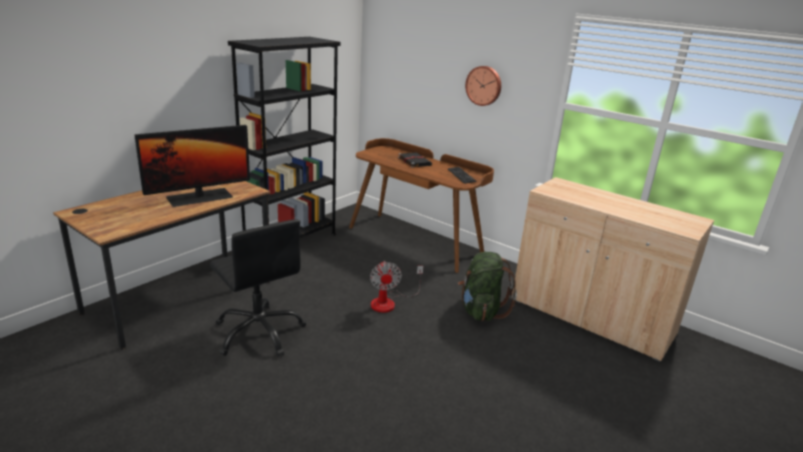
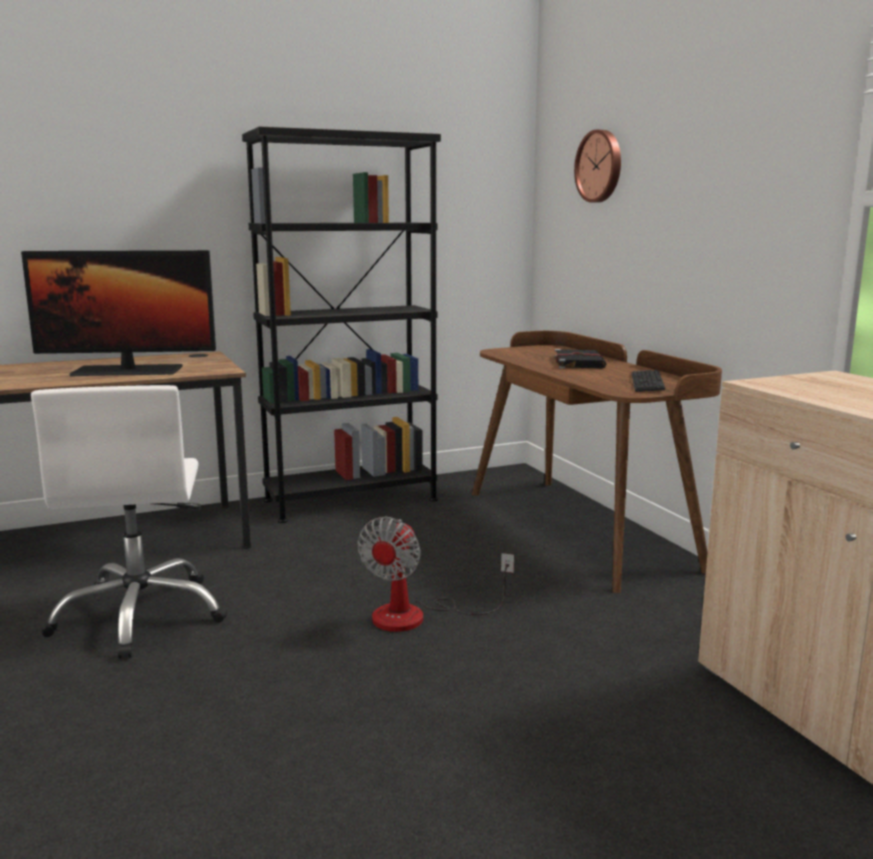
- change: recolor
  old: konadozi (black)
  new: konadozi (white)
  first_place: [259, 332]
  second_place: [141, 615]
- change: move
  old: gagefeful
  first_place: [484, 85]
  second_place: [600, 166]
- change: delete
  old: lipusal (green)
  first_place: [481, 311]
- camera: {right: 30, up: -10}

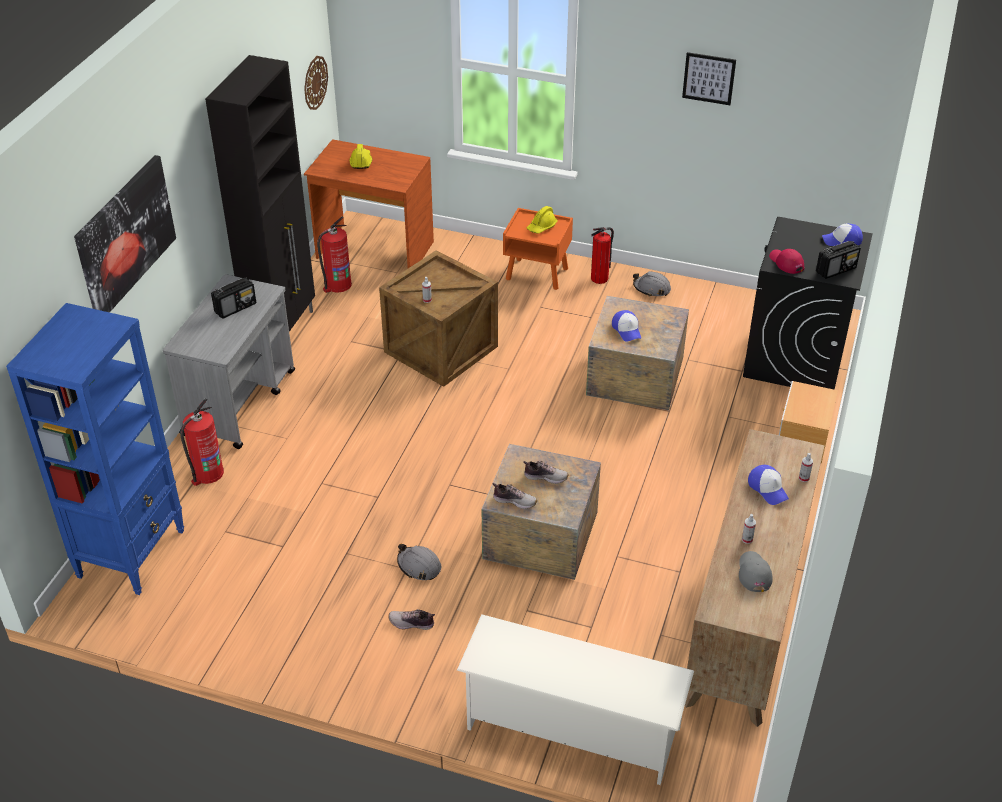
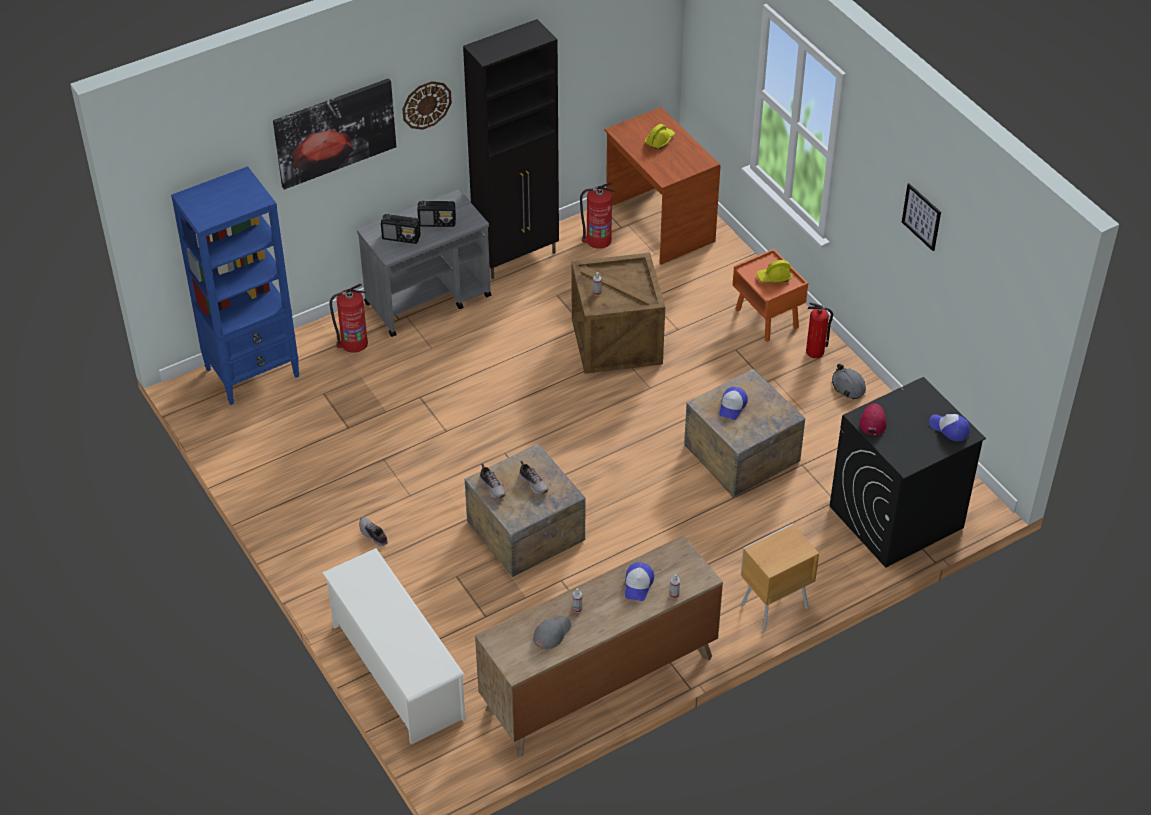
- change: move
  old: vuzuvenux
  first_place: [836, 270]
  second_place: [401, 237]
- change: move
  old: gagefeful
  first_place: [315, 82]
  second_place: [426, 104]
- change: delete
  old: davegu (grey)
  first_place: [419, 566]
- camera: {right: 40, up: 5}

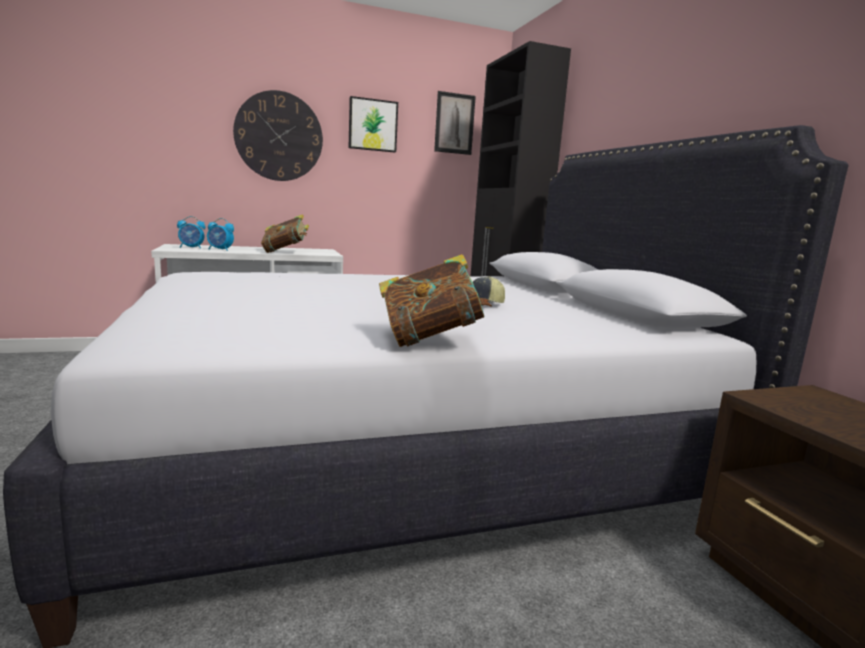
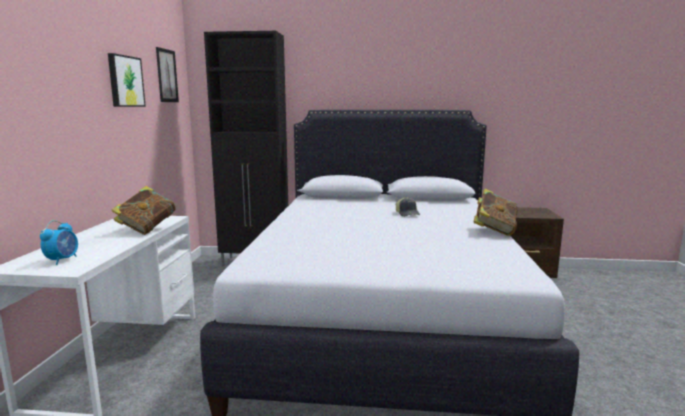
- change: delete
  old: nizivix
  first_place: [220, 250]
- change: delete
  old: gagefeful
  first_place: [279, 136]
- camera: {right: -65, up: 0}

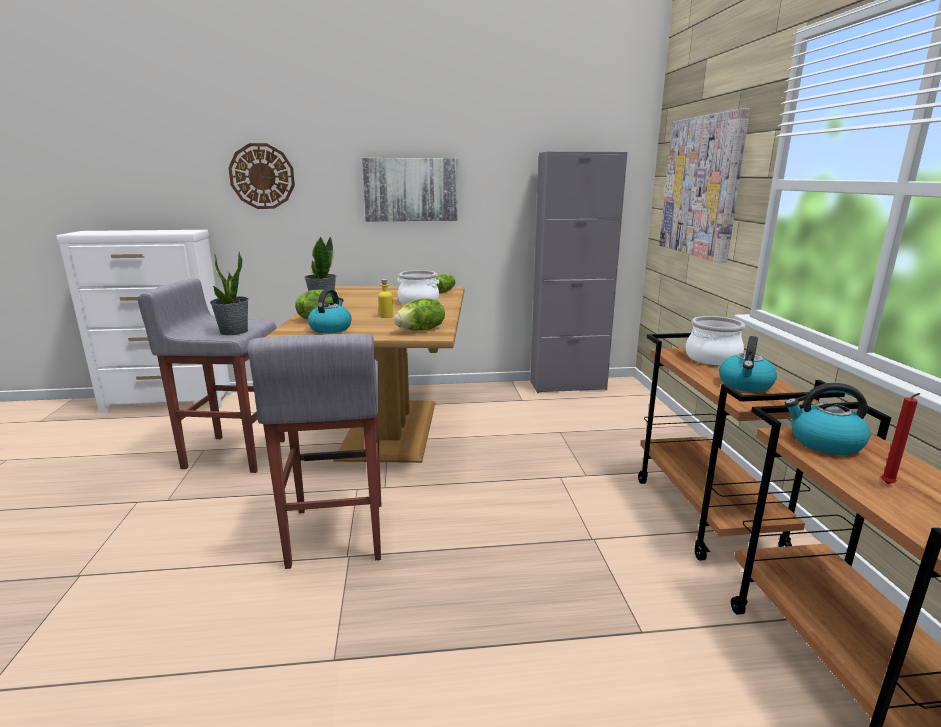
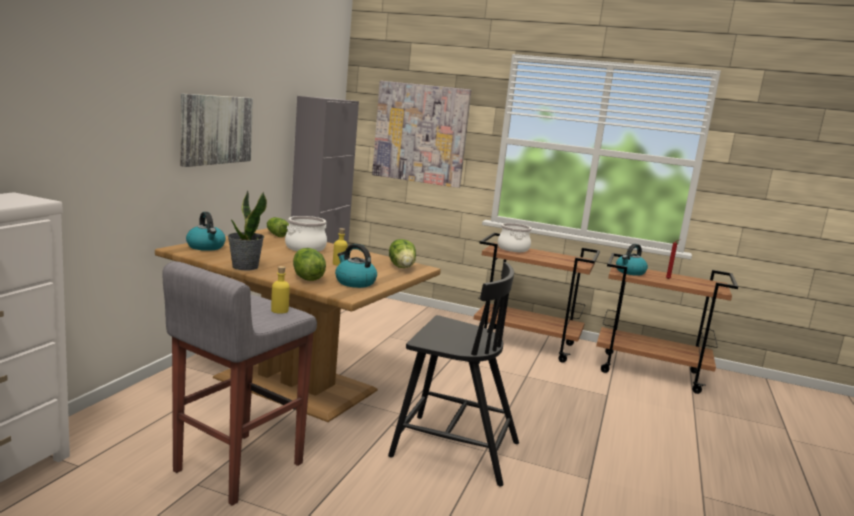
- change: move
  old: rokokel
  first_place: [745, 385]
  second_place: [206, 247]
- change: replace
  old: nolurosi
  new: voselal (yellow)
  first_place: [234, 332]
  second_place: [279, 310]
- change: replace
  old: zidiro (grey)
  new: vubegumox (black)
  first_place: [335, 534]
  second_place: [453, 448]
- change: delete
  old: gagefeful
  first_place: [262, 176]
- camera: {right: -65, up: -5}

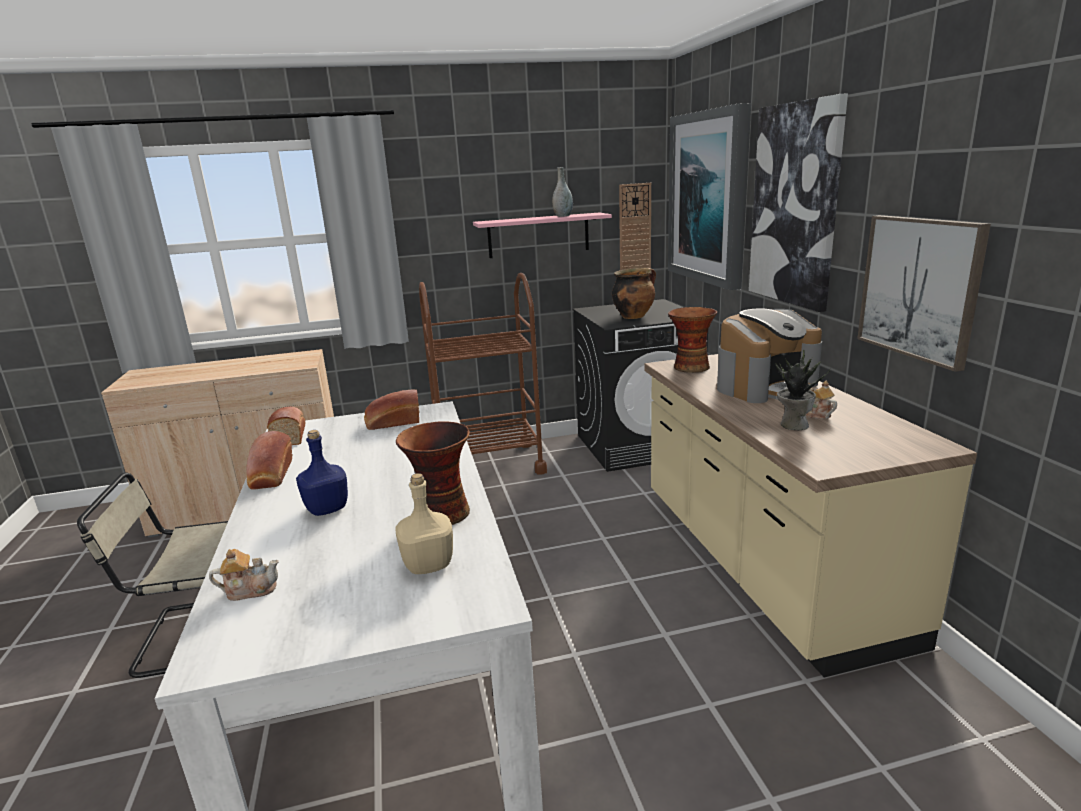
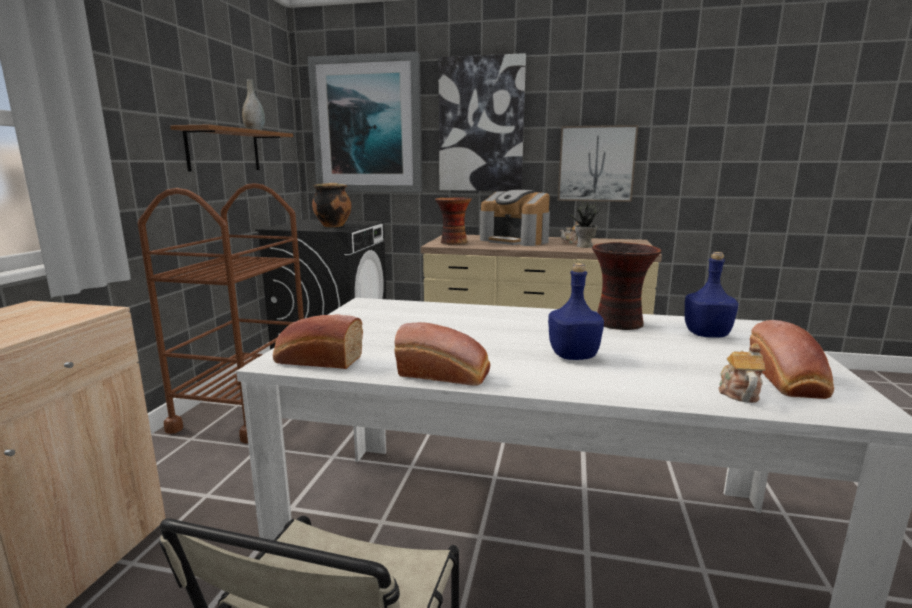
- change: recolor
  old: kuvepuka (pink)
  new: kuvepuka (brown)
  first_place: [538, 235]
  second_place: [224, 150]
- change: rotate
  old: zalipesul
  first_place: [765, 385]
  second_place: [515, 240]
  degrees: 135
- change: recolor
  old: voselal (beige)
  new: voselal (blue)
  first_place: [427, 565]
  second_place: [707, 334]
- change: move
  old: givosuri
  first_place: [392, 423]
  second_place: [788, 381]
- change: delete
  old: gagefeful
  first_place: [634, 229]
- camera: {right: -65, up: -5}

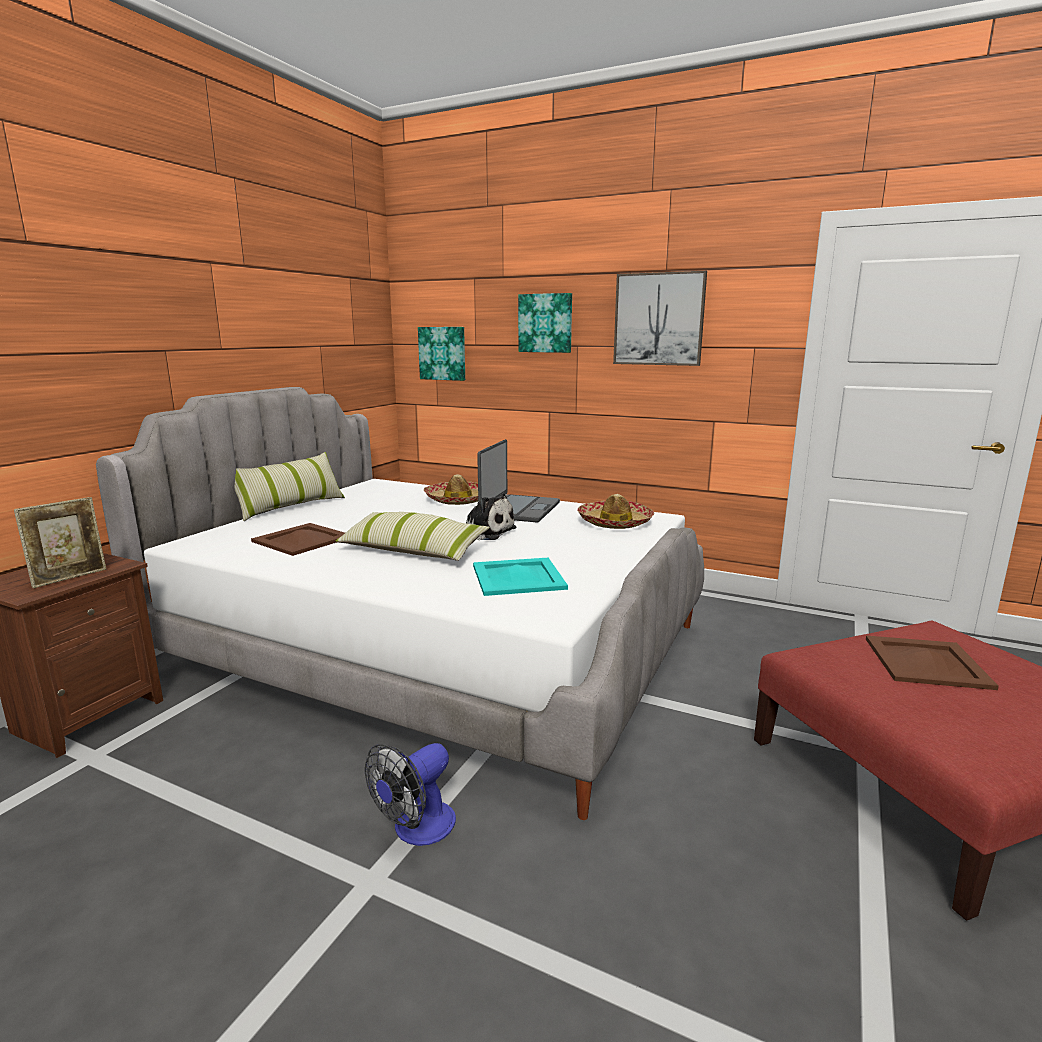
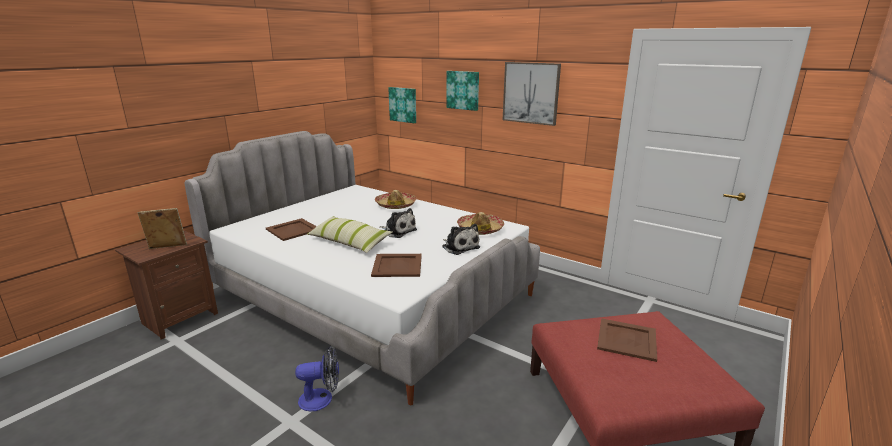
- change: rotate
  old: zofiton
  first_place: [70, 578]
  second_place: [167, 247]
  degrees: -150
- change: rotate
  old: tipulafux
  first_place: [416, 830]
  second_place: [322, 399]
  degrees: -150
- change: recolor
  old: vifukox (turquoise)
  new: vifukox (brown)
  first_place: [519, 577]
  second_place: [397, 266]
- change: insert
  new: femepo
  second_place: [459, 247]
- change: delete
  old: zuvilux
  first_place: [290, 507]
- change: delete
  old: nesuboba
  first_place: [519, 510]
- camera: {right: 10, up: 5}

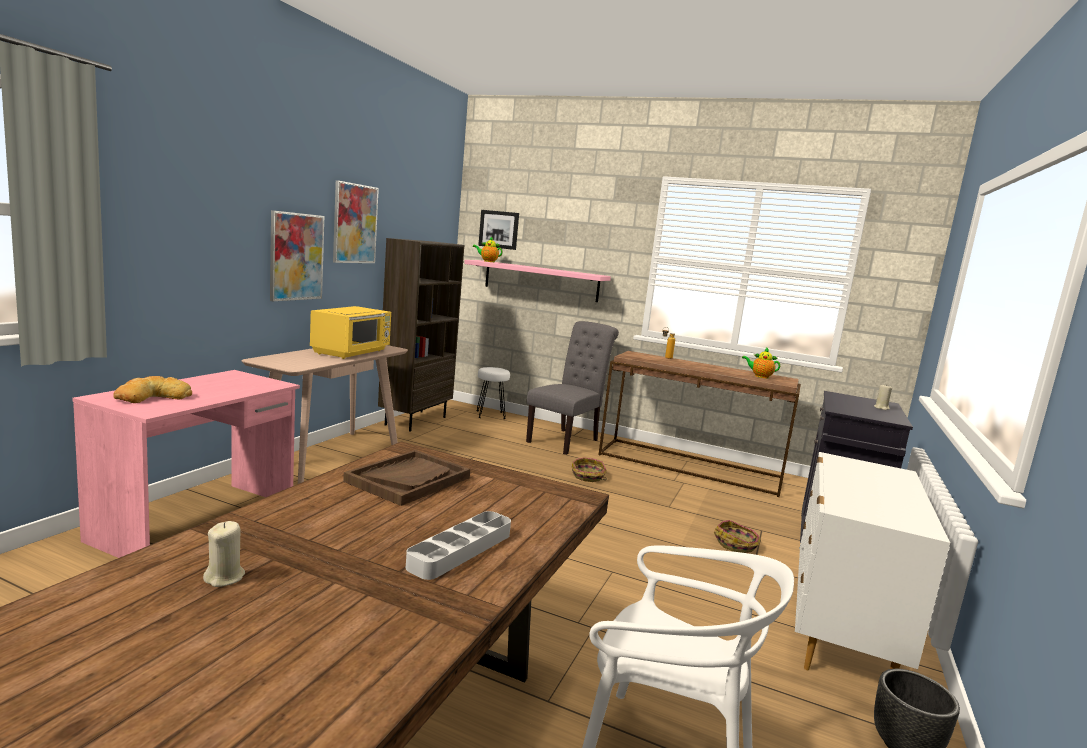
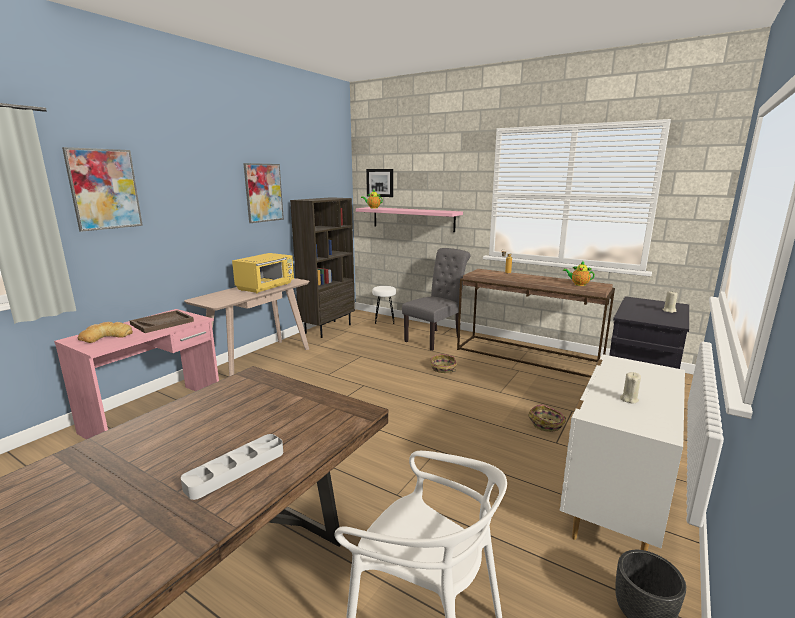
- change: move
  old: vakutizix
  first_place: [296, 256]
  second_place: [104, 189]
- change: move
  old: vifukox (brown)
  first_place: [408, 479]
  second_place: [162, 323]
- change: move
  old: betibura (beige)
  first_place: [225, 578]
  second_place: [629, 399]
- camera: {right: 10, up: 5}

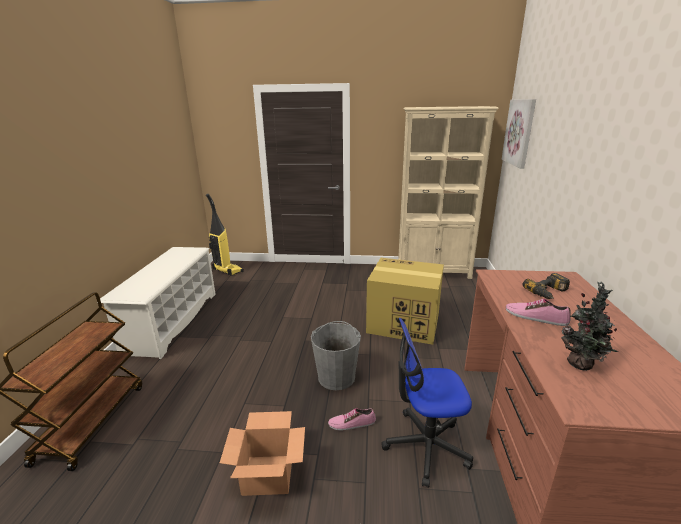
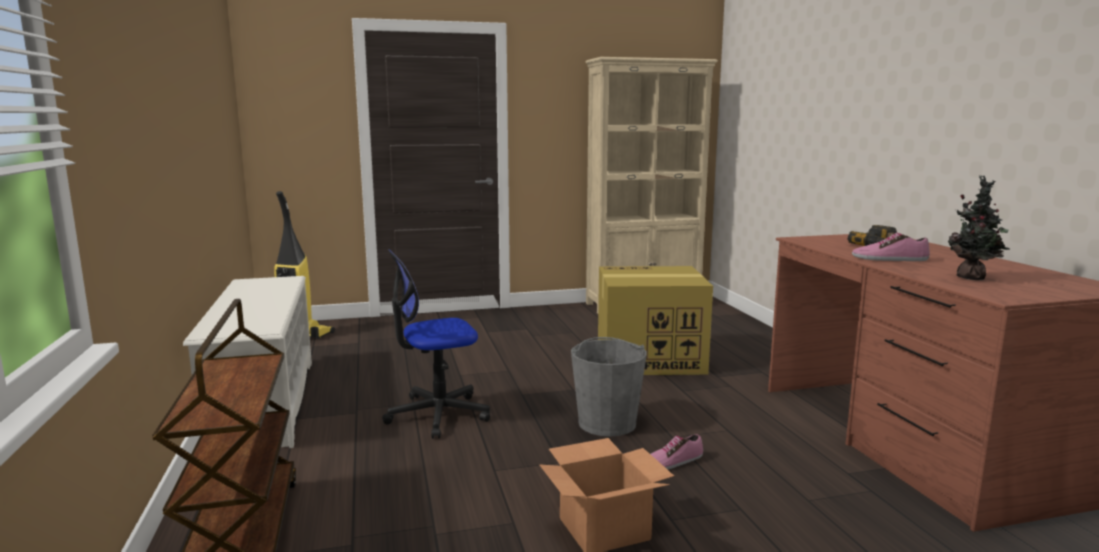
- change: move
  old: konadozi
  first_place: [426, 446]
  second_place: [437, 415]
- change: delete
  old: vakutizix
  first_place: [519, 132]
- camera: {right: -20, up: -10}

